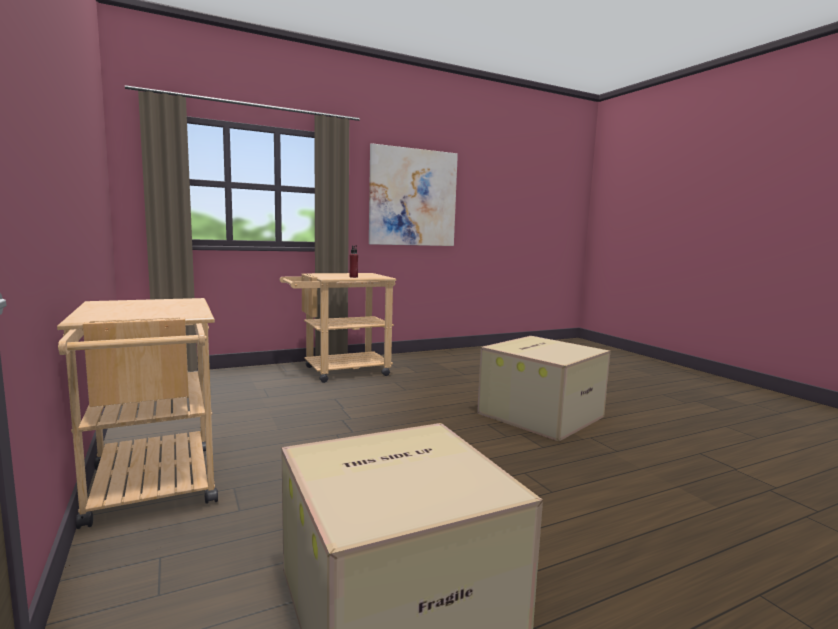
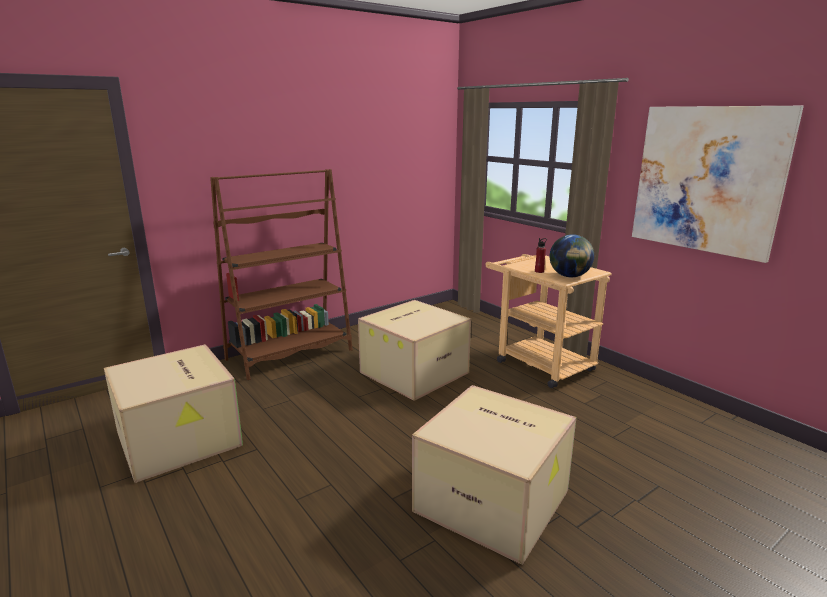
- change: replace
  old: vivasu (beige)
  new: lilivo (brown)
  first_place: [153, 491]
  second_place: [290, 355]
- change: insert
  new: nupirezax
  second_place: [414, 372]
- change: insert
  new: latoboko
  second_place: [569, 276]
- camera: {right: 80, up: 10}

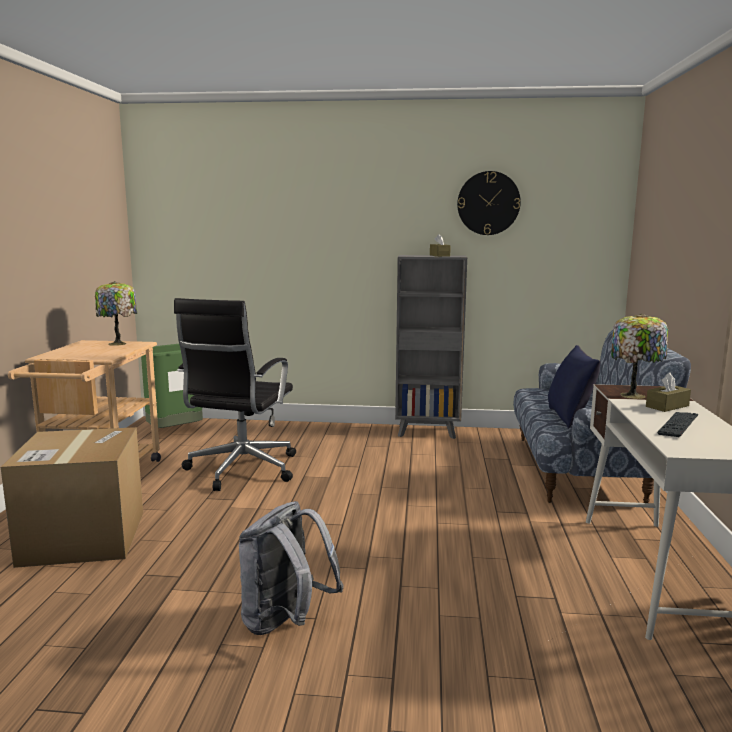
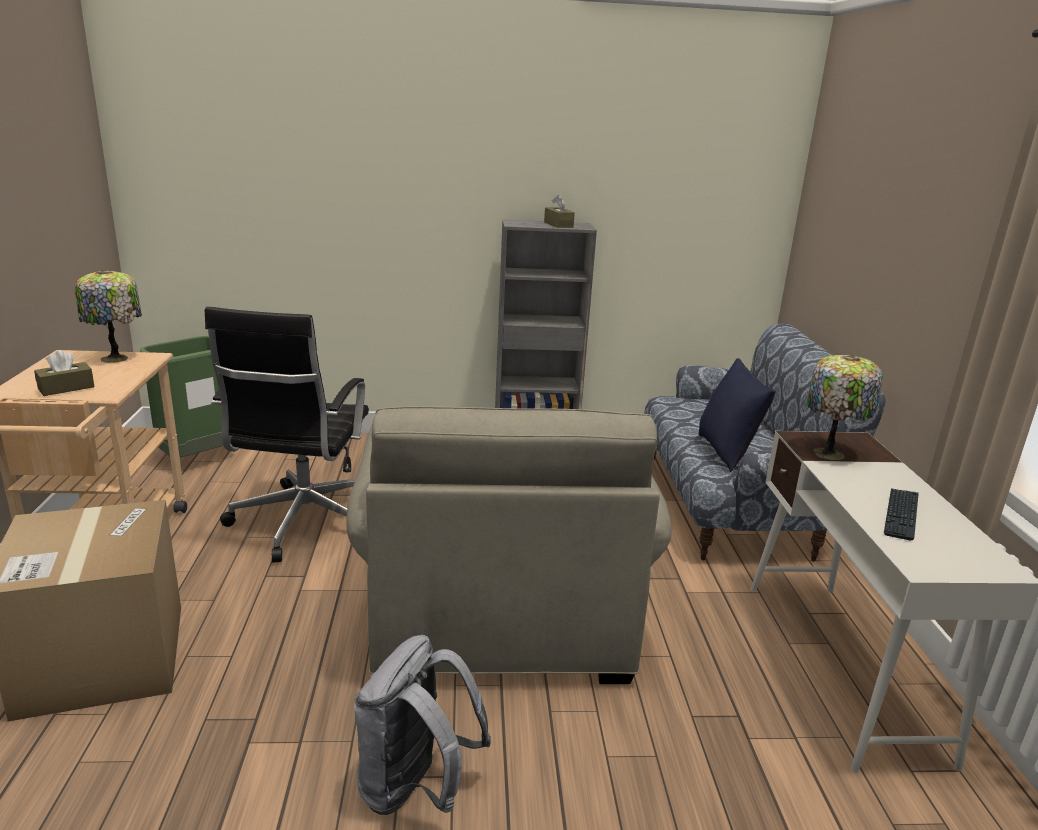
- change: move
  old: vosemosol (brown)
  first_place: [667, 406]
  second_place: [66, 388]
- change: insert
  new: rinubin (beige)
  second_place: [499, 610]
- change: delete
  old: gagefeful
  first_place: [488, 203]
- camera: {right: -10, up: 10}

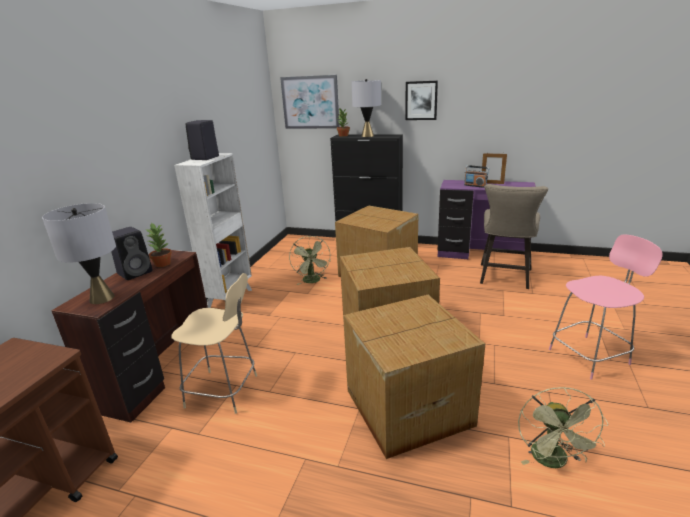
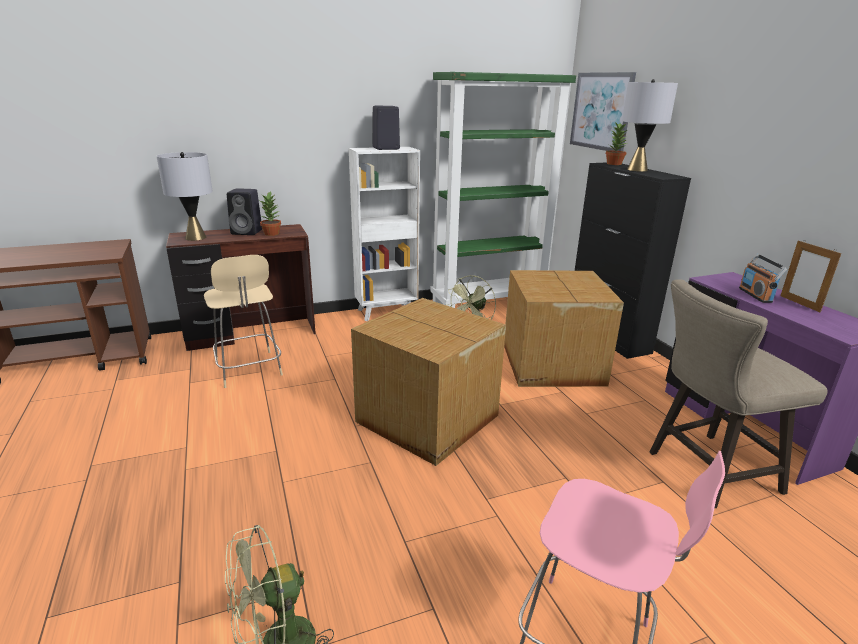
- change: insert
  new: lilivo (green)
  second_place: [488, 302]
- change: delete
  old: nupirezax
  first_place: [406, 407]
- change: delete
  old: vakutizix
  first_place: [421, 100]
- camera: {right: 50, up: 0}

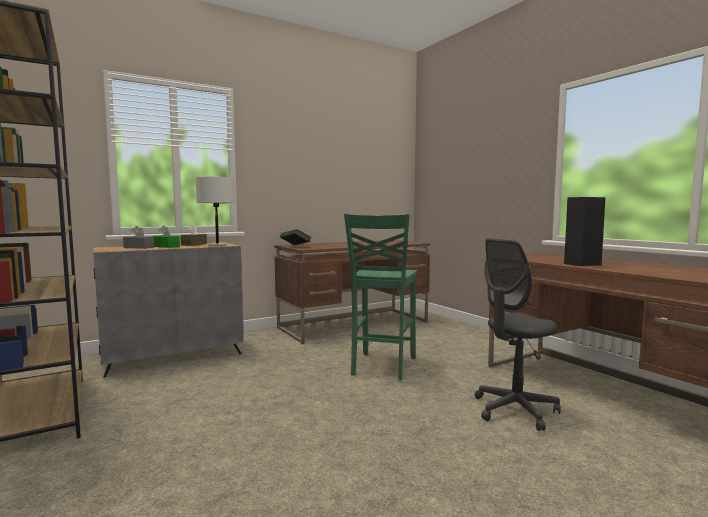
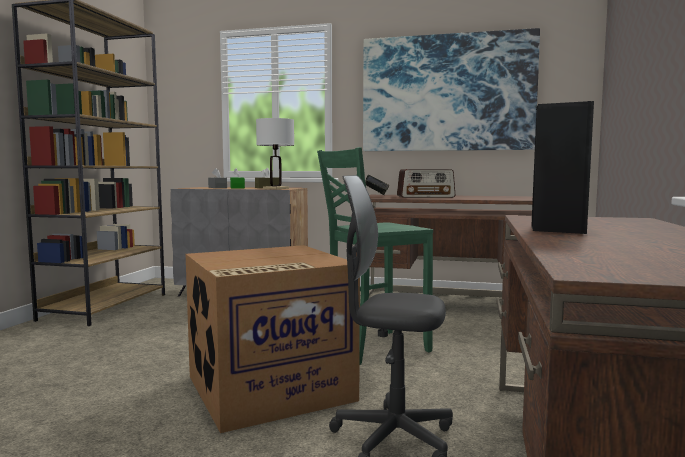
- change: insert
  new: nupirezax
  second_place: [268, 389]
- change: insert
  new: vakutizix
  second_place: [447, 93]
- change: insert
  new: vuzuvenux
  second_place: [425, 197]
- camera: {right: 45, up: 0}

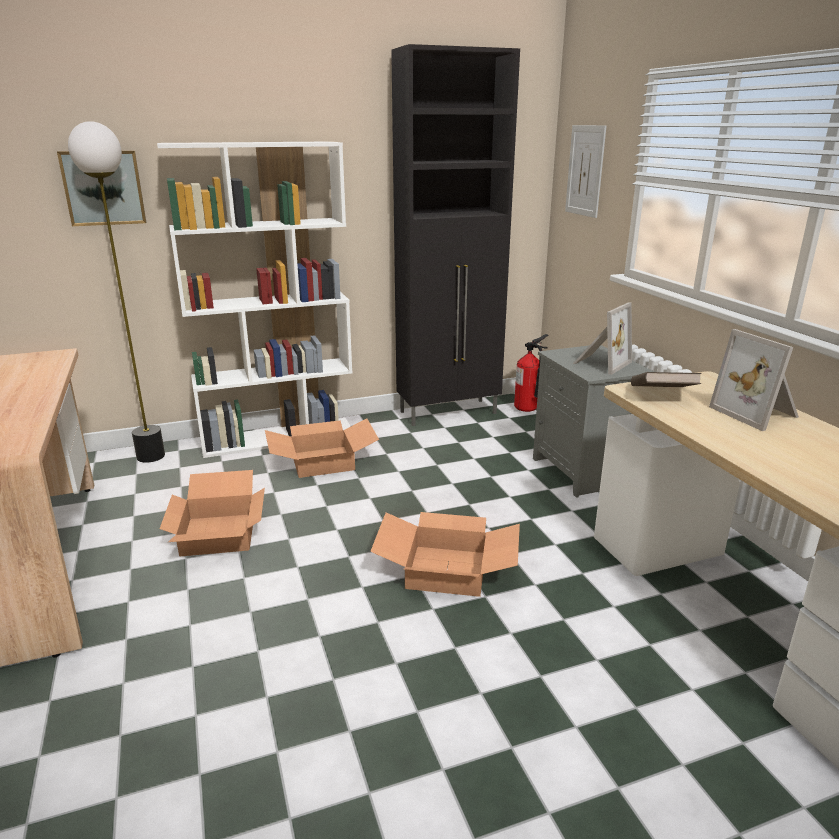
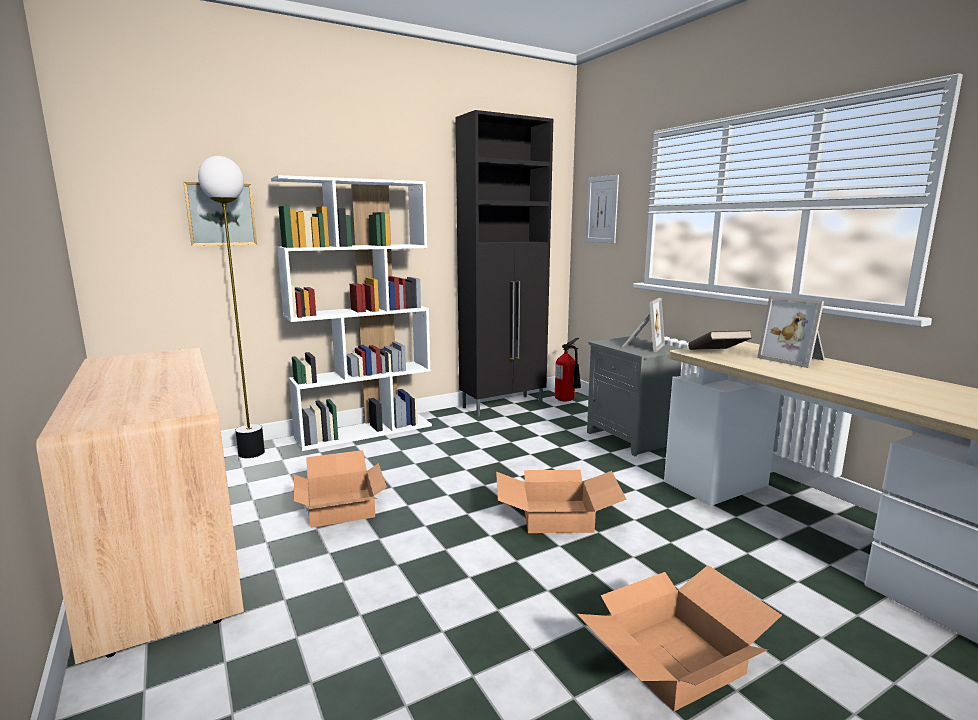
- change: move
  old: nupirezax
  first_place: [322, 462]
  second_place: [675, 660]
- camera: {right: -10, up: -10}

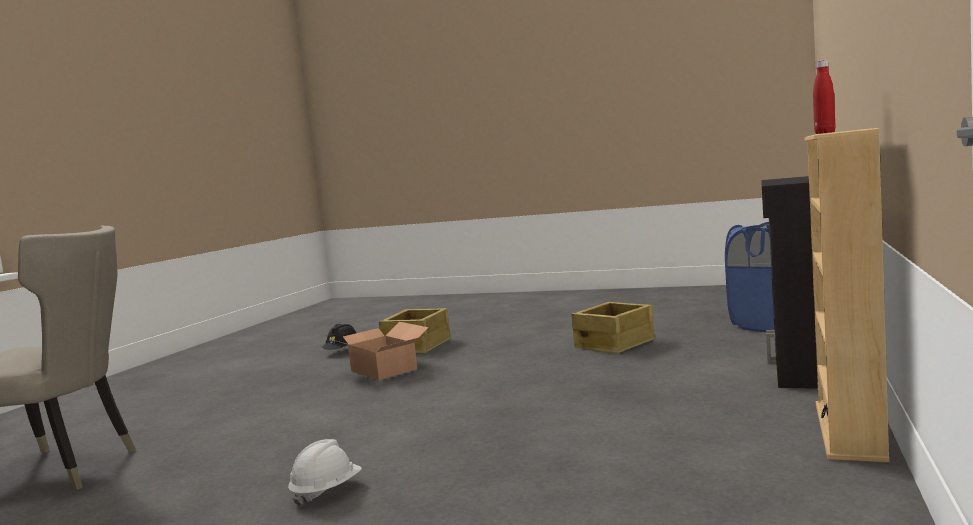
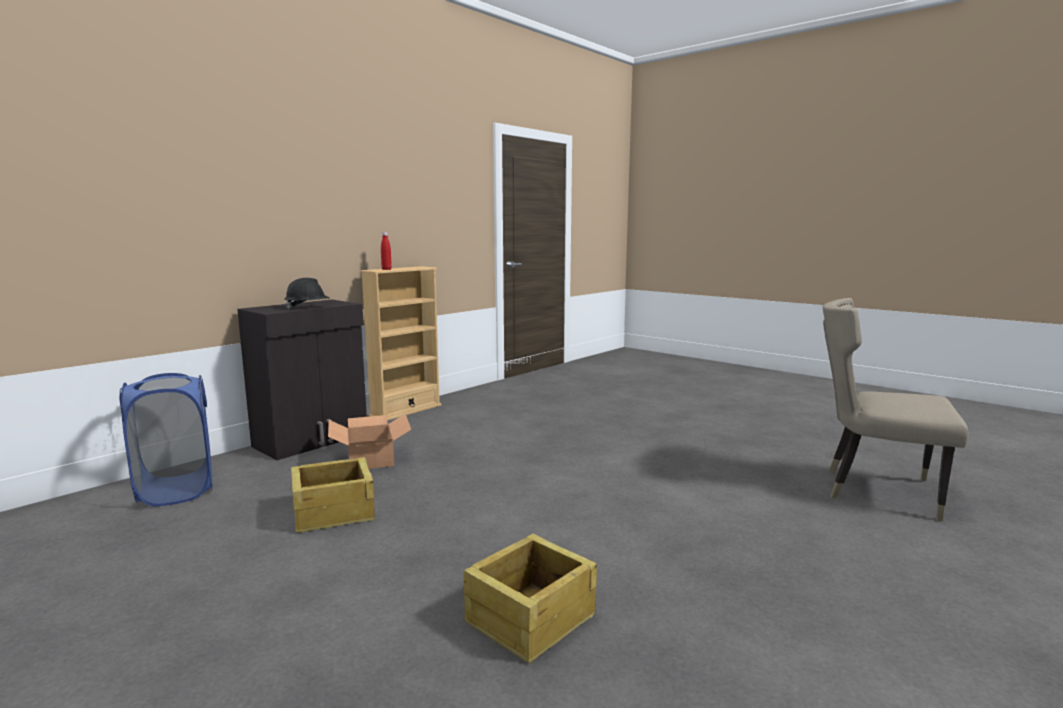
- change: move
  old: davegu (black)
  first_place: [342, 351]
  second_place: [308, 307]
- change: move
  old: nupirezax
  first_place: [384, 369]
  second_place: [370, 458]
- change: delete
  old: davegu (white)
  first_place: [326, 492]
- camera: {right: -160, up: 5}

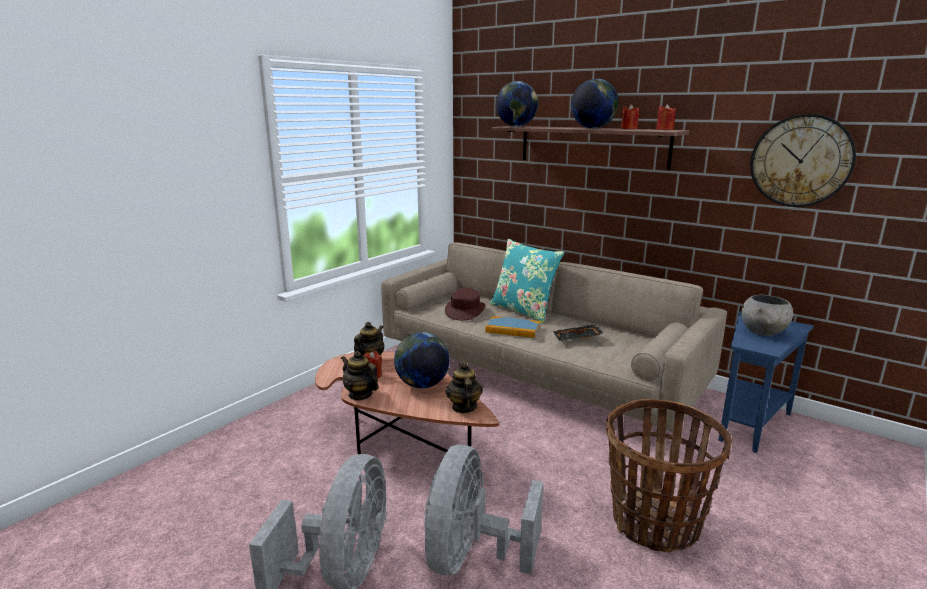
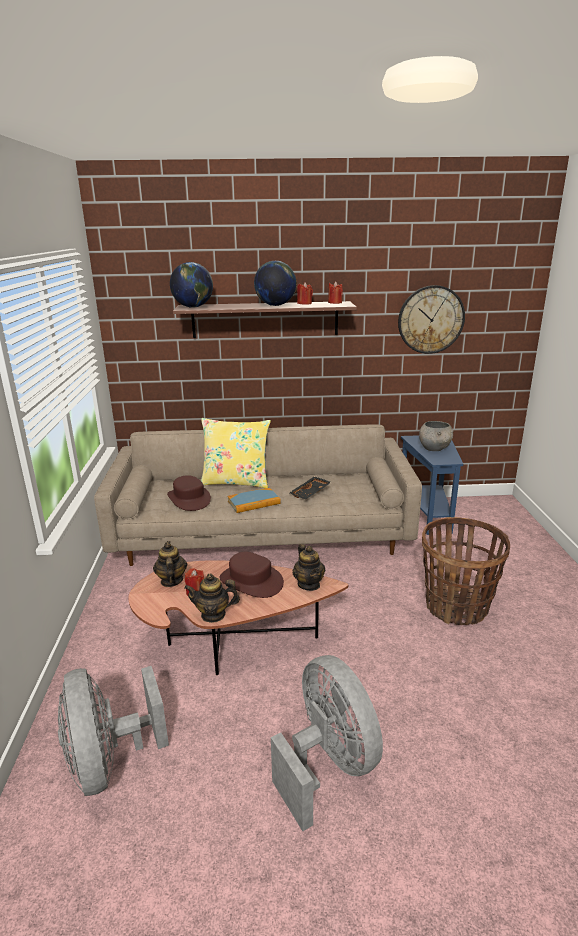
- change: move
  old: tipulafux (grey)
  first_place: [471, 556]
  second_place: [109, 761]
- change: recolor
  old: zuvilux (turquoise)
  new: zuvilux (yellow)
  first_place: [523, 310]
  second_place: [236, 482]
- change: replace
  old: latoboko
  new: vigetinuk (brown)
  first_place: [422, 385]
  second_place: [251, 581]
- change: rotate
  old: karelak
  first_place: [463, 407]
  second_place: [309, 584]
  degrees: -150
- camera: {right: -40, up: 5}

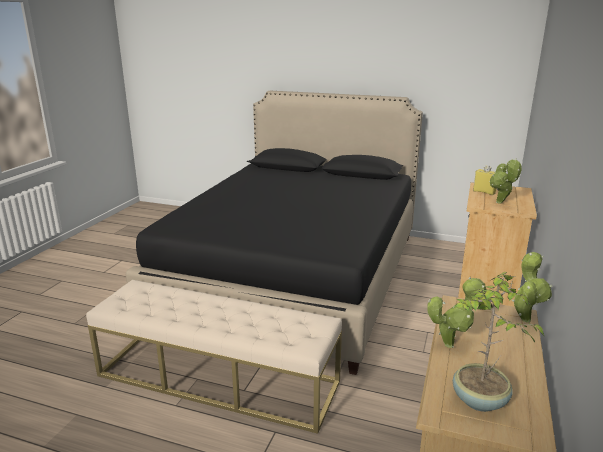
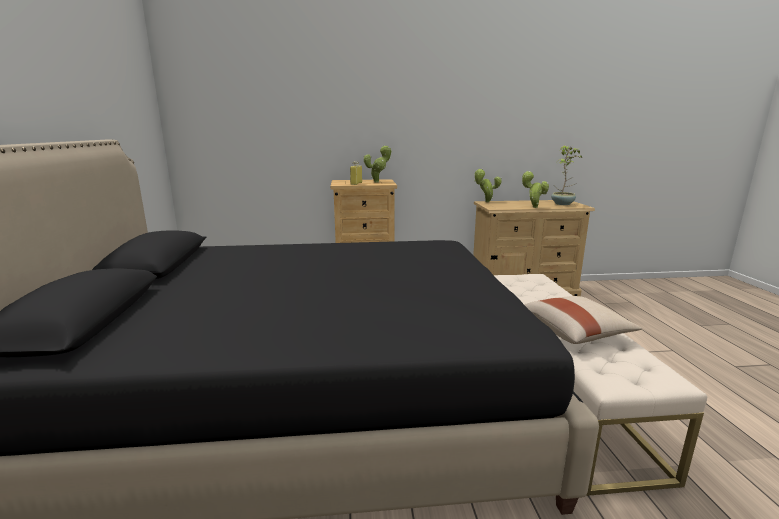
- change: insert
  new: zuvilux (beige)
  second_place: [575, 332]
- camera: {right: -115, up: -5}

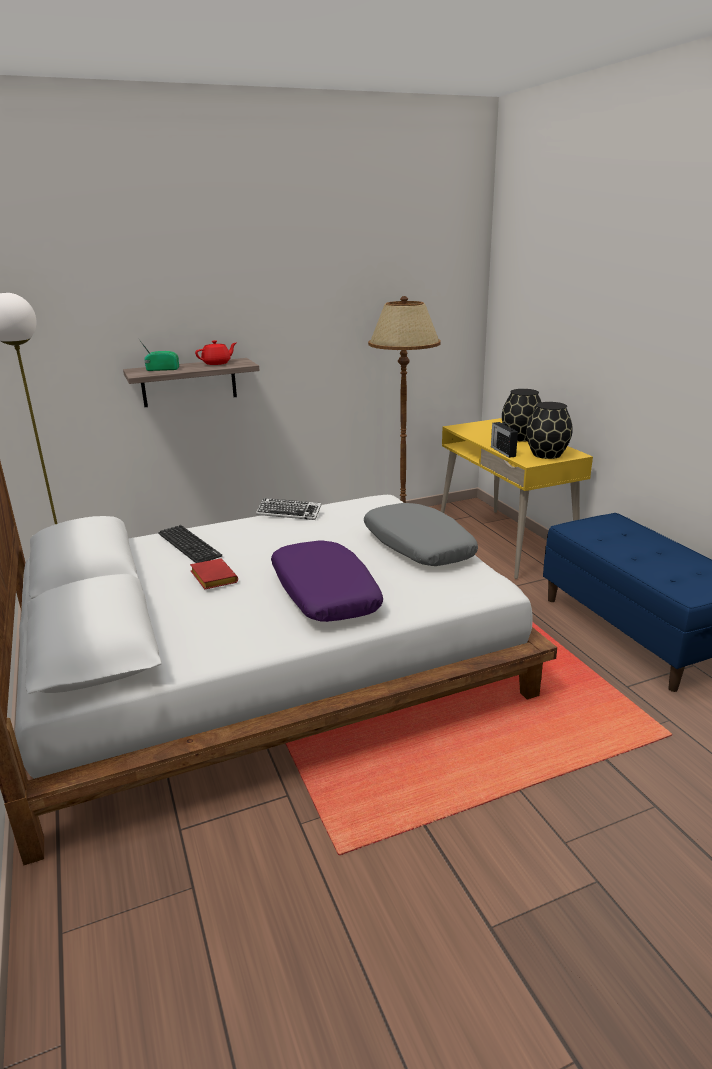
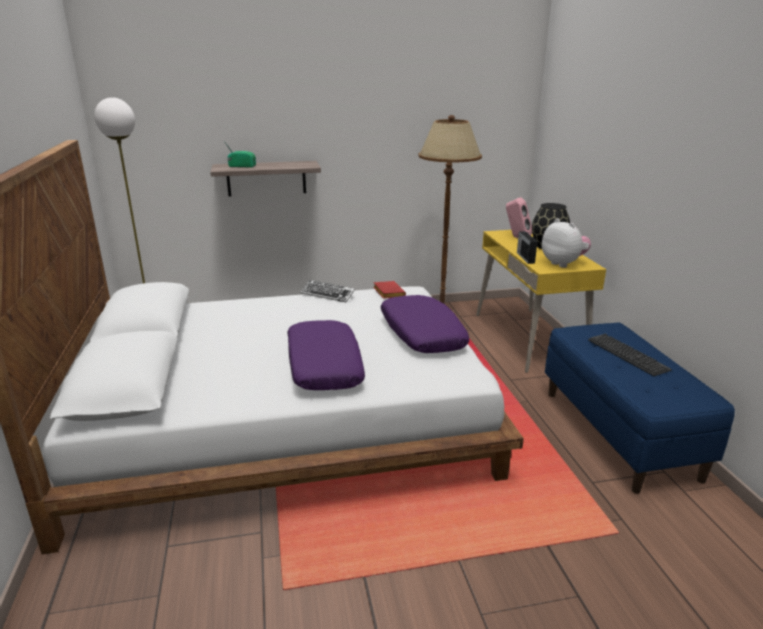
- change: move
  old: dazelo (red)
  first_place: [212, 578]
  second_place: [387, 293]
- change: recolor
  old: zuvilux (grey)
  new: zuvilux (purple)
  first_place: [417, 546]
  second_place: [421, 334]
- change: insert
  new: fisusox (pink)
  second_place: [516, 237]
- change: replace
  old: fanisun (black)
  new: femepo
  first_place: [546, 454]
  second_place: [563, 264]
- change: move
  old: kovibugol
  first_place: [189, 545]
  second_place: [627, 355]
- change: delete
  old: karelak (red)
  first_place: [217, 363]
- camera: {right: 10, up: 0}

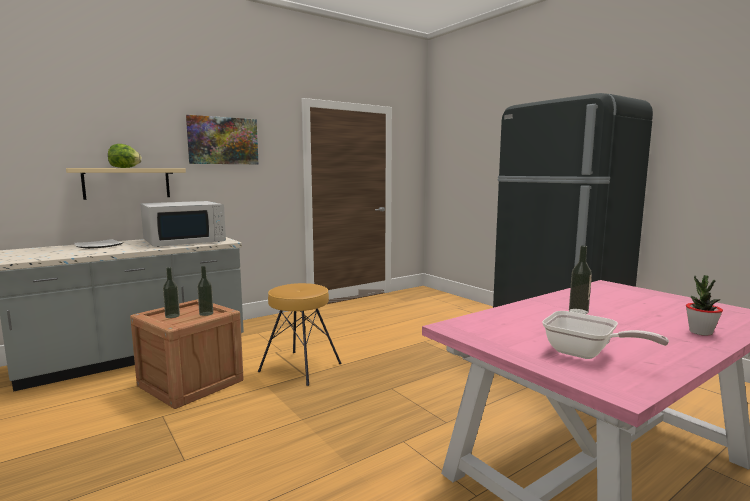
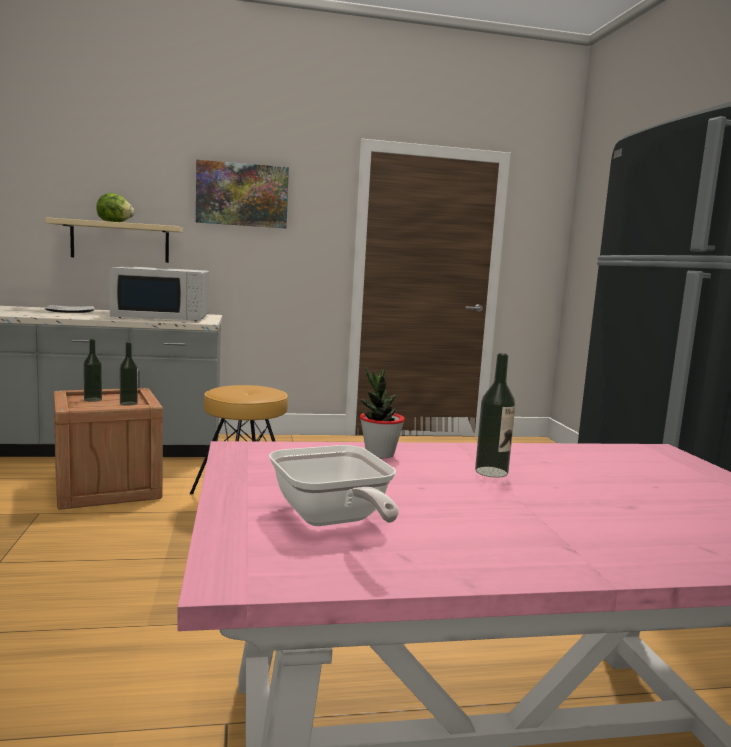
- change: move
  old: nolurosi
  first_place: [700, 332]
  second_place: [379, 454]
- camera: {right: 25, up: 0}

